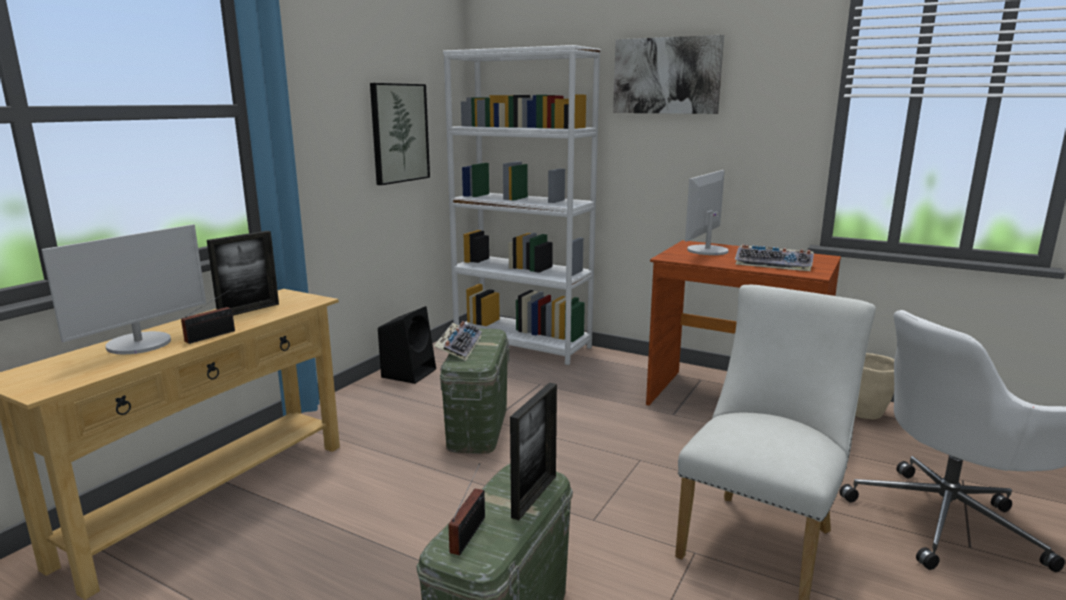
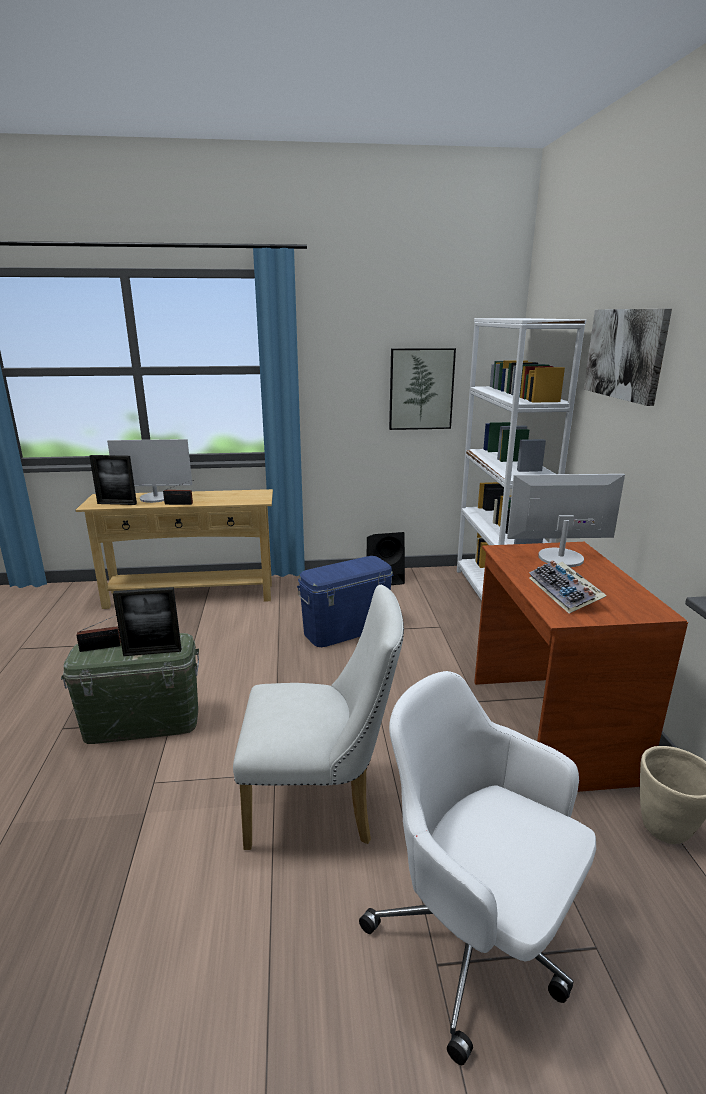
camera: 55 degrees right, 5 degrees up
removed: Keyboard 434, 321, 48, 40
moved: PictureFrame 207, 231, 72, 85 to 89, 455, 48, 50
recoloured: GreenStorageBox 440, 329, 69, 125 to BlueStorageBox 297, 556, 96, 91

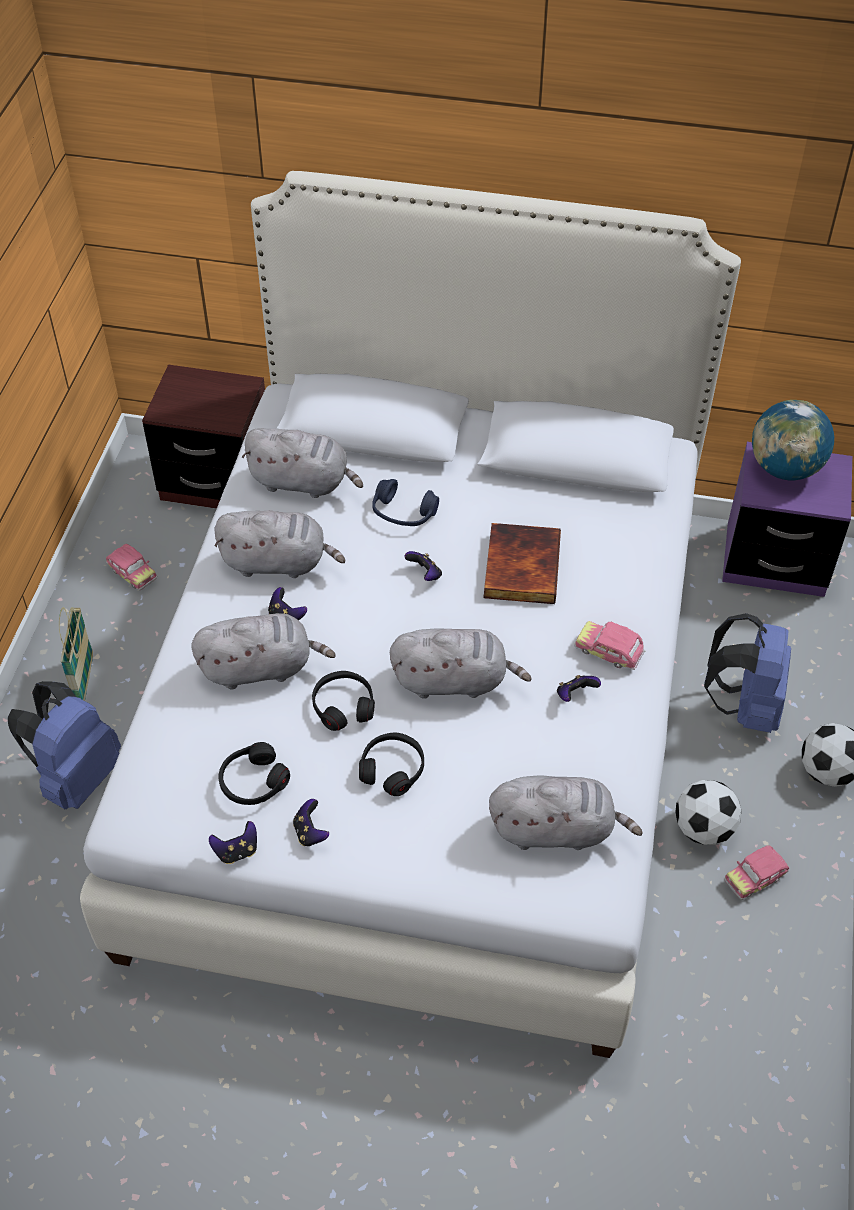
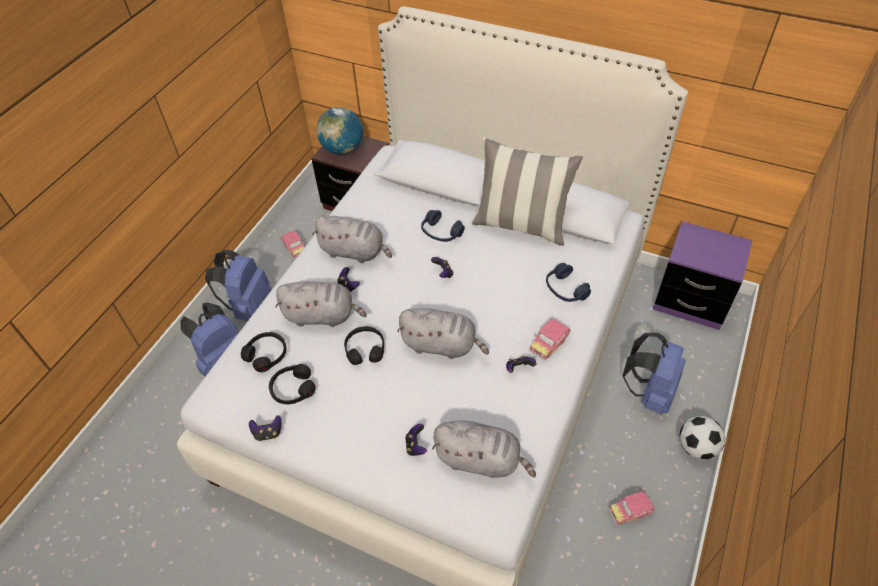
camera: 15 degrees right, 0 degrees up
removed: GreyPlushToy 242, 428, 121, 70; Book 483, 523, 78, 81; Football 676, 780, 65, 65
added: Pillow 471, 137, 112, 109; BlueHeadphones 546, 263, 45, 39
moved: GameController 293, 799, 36, 47 to 405, 424, 22, 32; BlackHeadphones 359, 733, 65, 63 to 241, 332, 45, 40; Globe 752, 400, 82, 80 to 316, 107, 47, 48
replaced: Basket 59, 607, 34, 94 to BlueBackpack 205, 250, 67, 71
turned: ToyCar 574, 621, 71, 49 = 529, 319, 41, 41 90 degrees counterclockwise

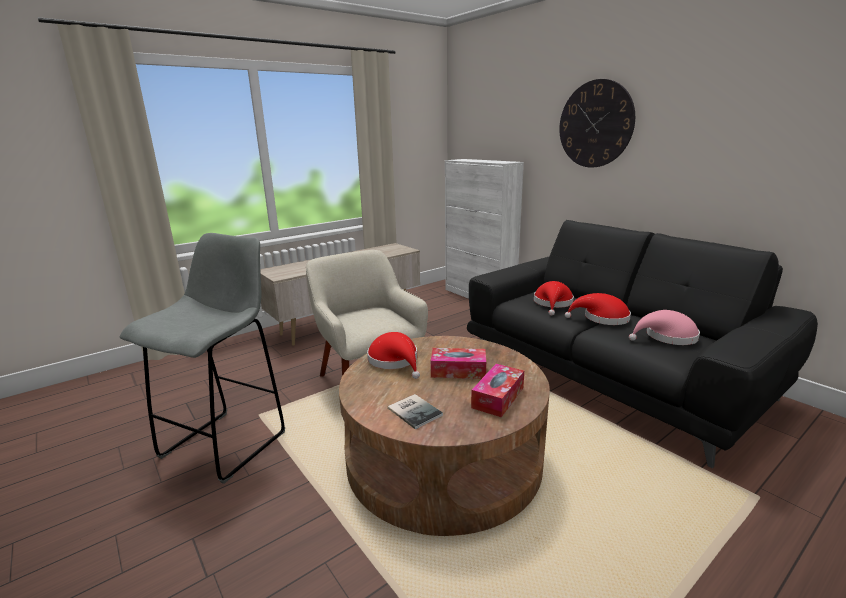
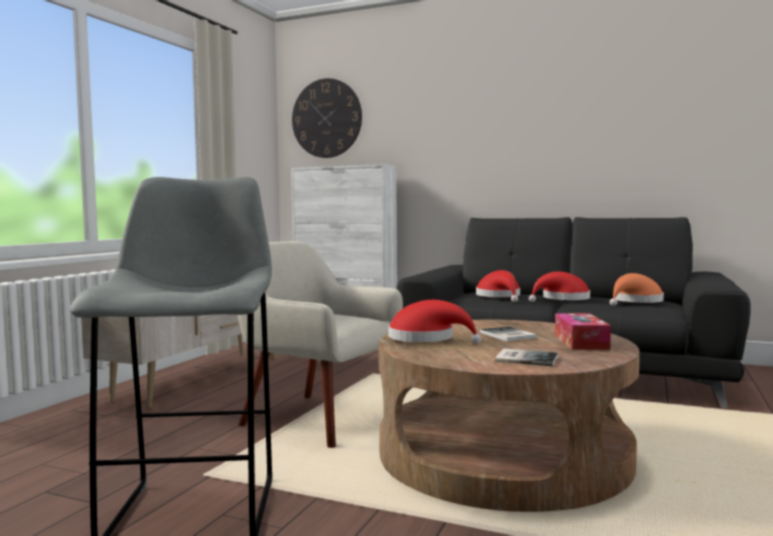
camera: 30 degrees left, 15 degrees down
moved: WallClock 559, 79, 76, 89 to 292, 78, 70, 80
replaced: TissueBox 431, 348, 55, 31 to Book 480, 327, 57, 14
recoloured: PinkHat 629, 310, 71, 35 to OrangeHat 610, 273, 54, 33

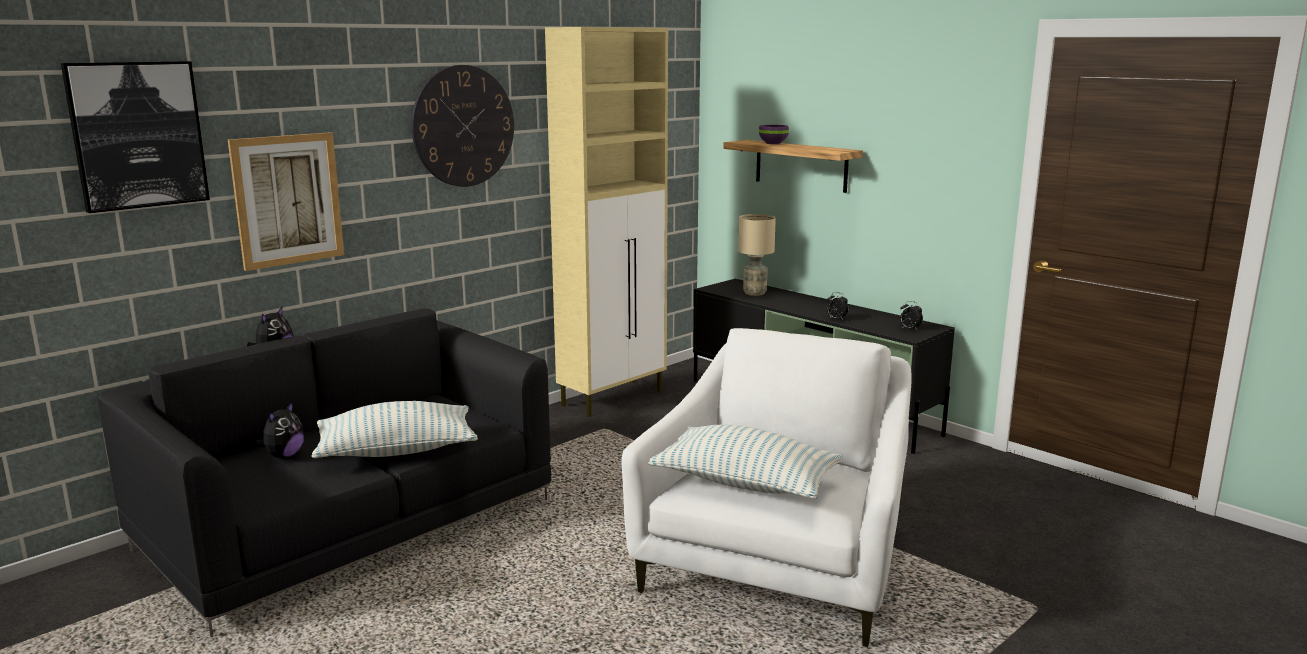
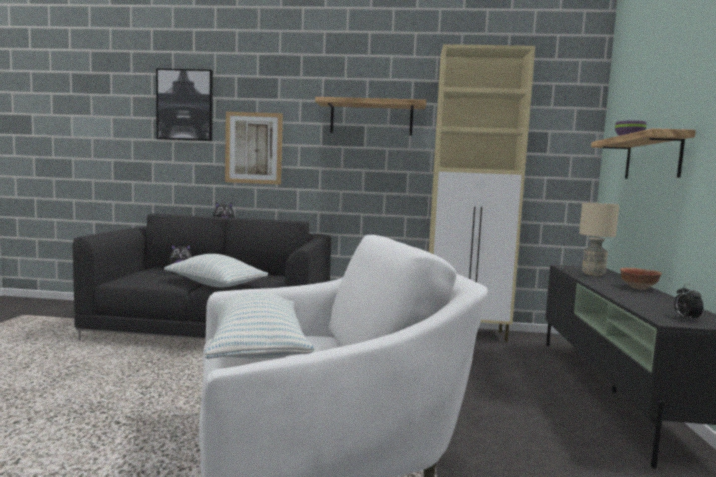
camera: 50 degrees right, 10 degrees down
removed: AlarmClock 827, 292, 21, 28
added: Bowl 620, 268, 42, 22
replaced: WallClock 411, 65, 103, 122 to Shelf 315, 97, 111, 39

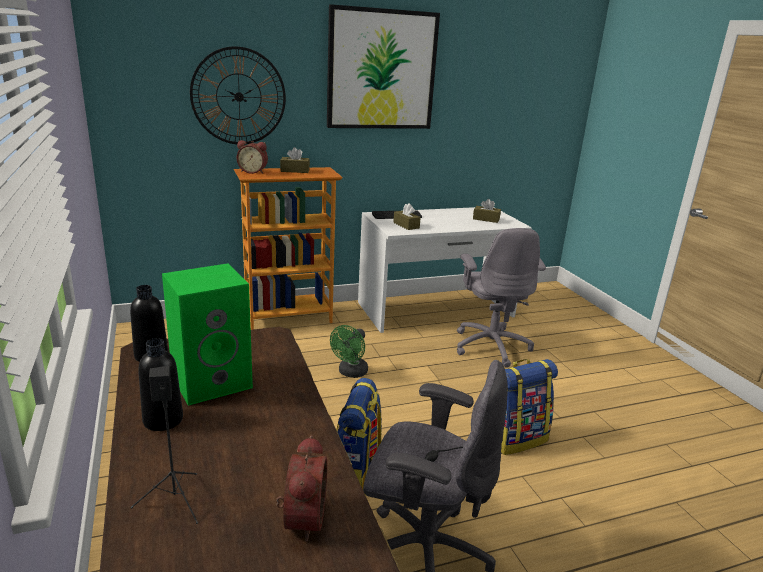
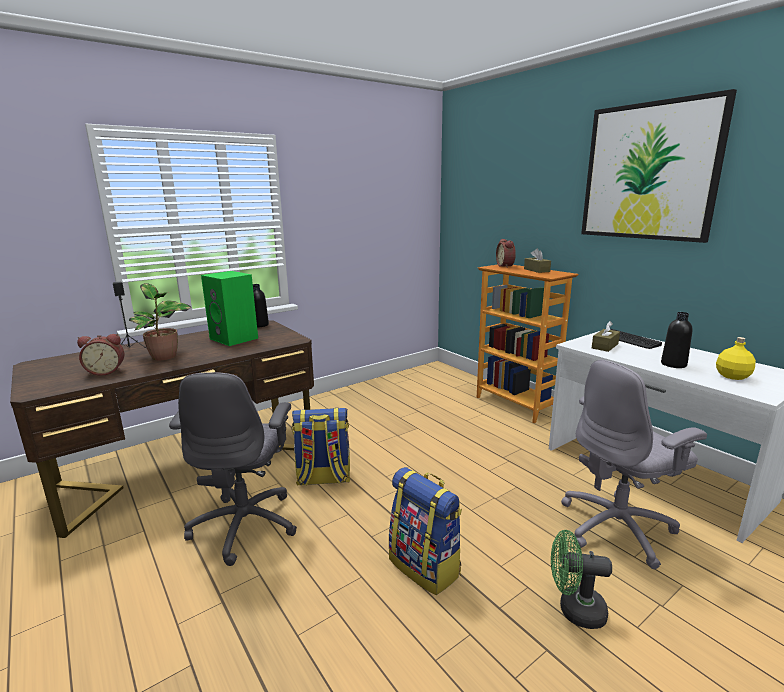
camera: 75 degrees right, 5 degrees down
removed: WallClock 190, 46, 96, 98
added: PottedPlant 129, 283, 62, 77
moved: BlackBottle 138, 338, 45, 93 to 661, 312, 31, 56; GreenFan 330, 325, 38, 53 to 551, 530, 61, 99
replaced: BrownTissueBox 473, 199, 28, 24 to YellowBottle 716, 337, 40, 43

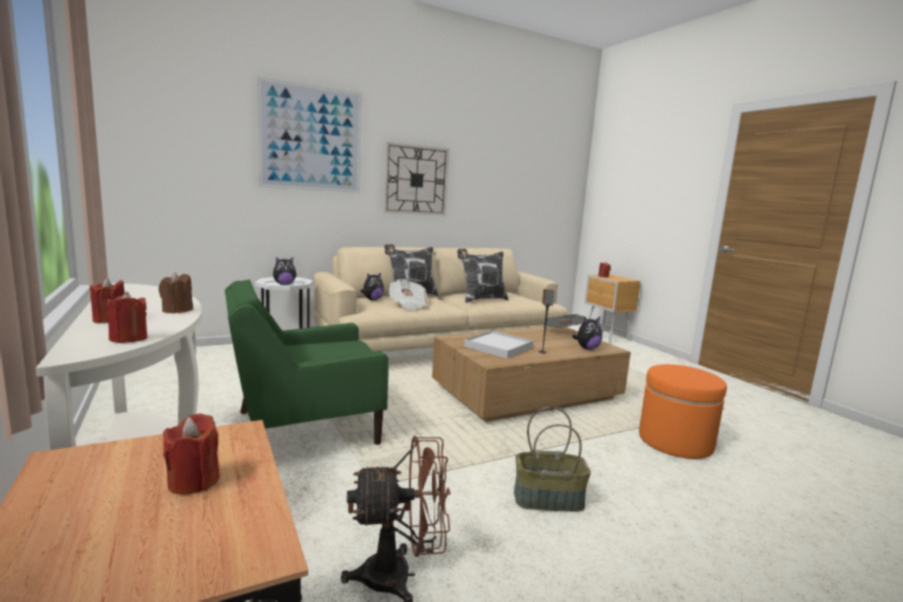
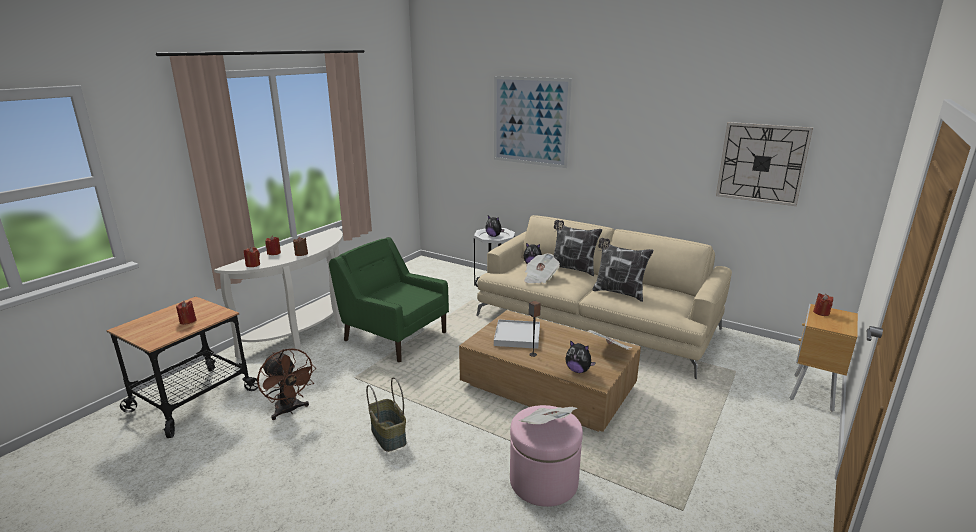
camera: 60 degrees right, 10 degrees up
added: Newspaper 519, 407, 59, 17
moved: WallClock 384, 142, 65, 74 to 716, 122, 97, 84
recoloured: OrangeOttoman 639, 364, 88, 95 to PinkOttoman 510, 405, 73, 102

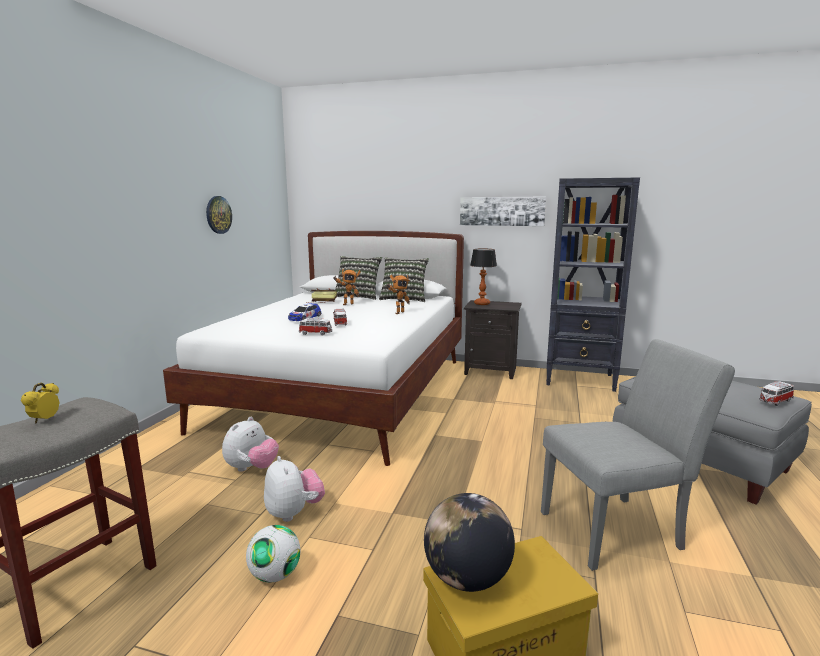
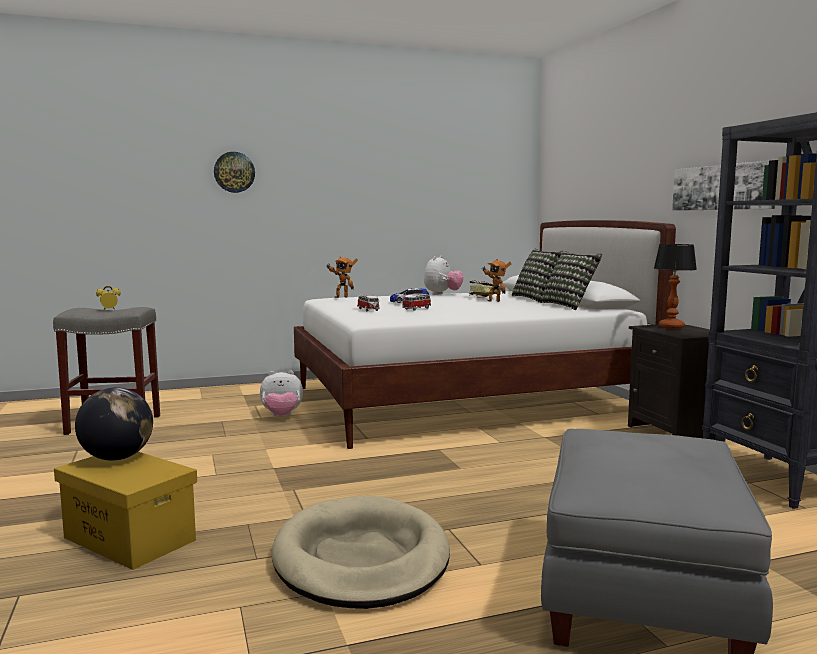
camera: 55 degrees right, 5 degrees down
removed: Football 246, 525, 54, 58; ToyCar 759, 381, 35, 25
moved: WallClock 206, 196, 26, 38 to 214, 152, 41, 41; PlushToy 264, 456, 61, 66 to 424, 256, 40, 39; ToyRobot 387, 275, 23, 39 to 327, 256, 31, 42
replaced: GreyChair 541, 339, 194, 232 to BeigeDogBed 272, 496, 178, 113

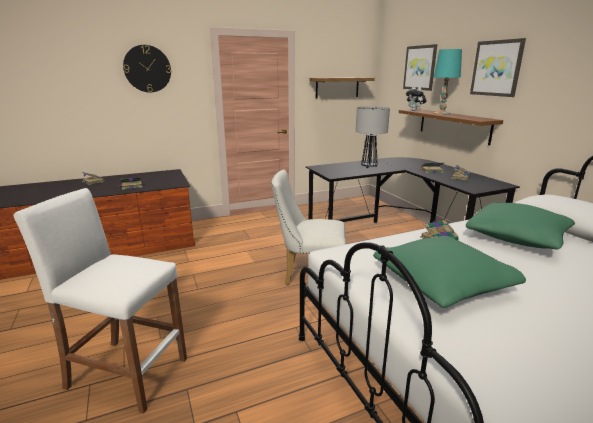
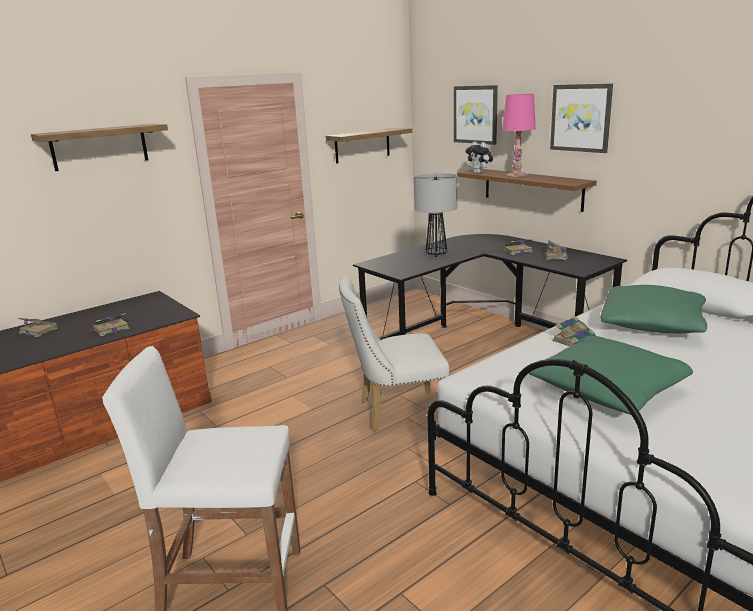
camera: 15 degrees left, 0 degrees up
replaced: WallClock 123, 45, 48, 47 to Shelf 31, 123, 137, 48
recoloured: TurquoiseTableLamp 434, 49, 28, 66 to PinkTableLamp 502, 94, 34, 83

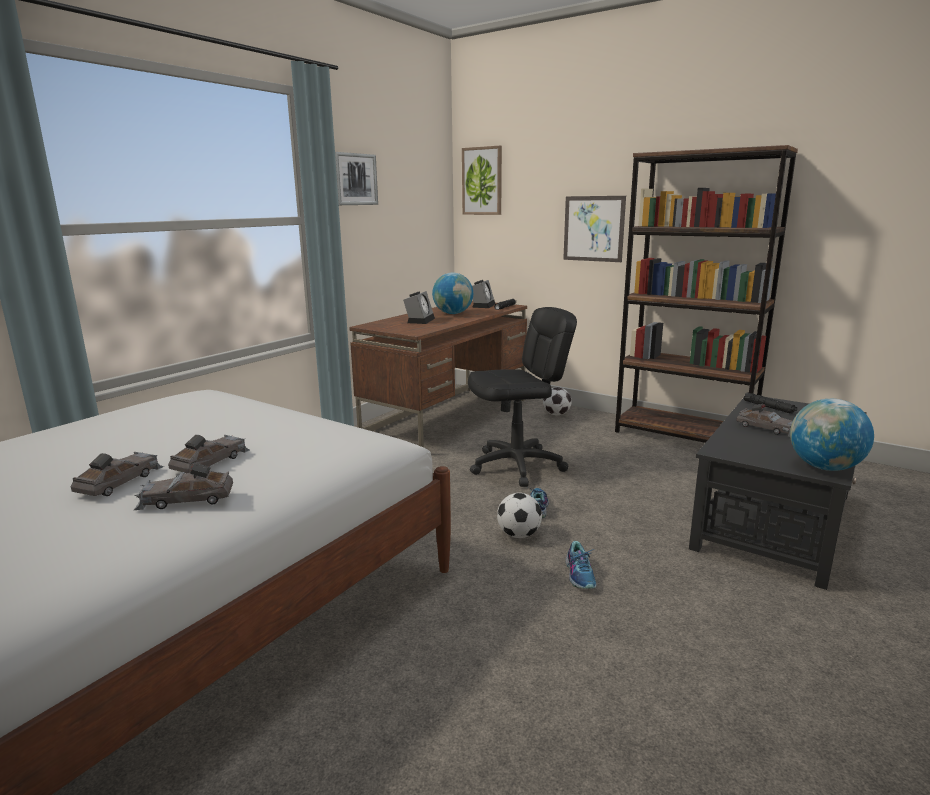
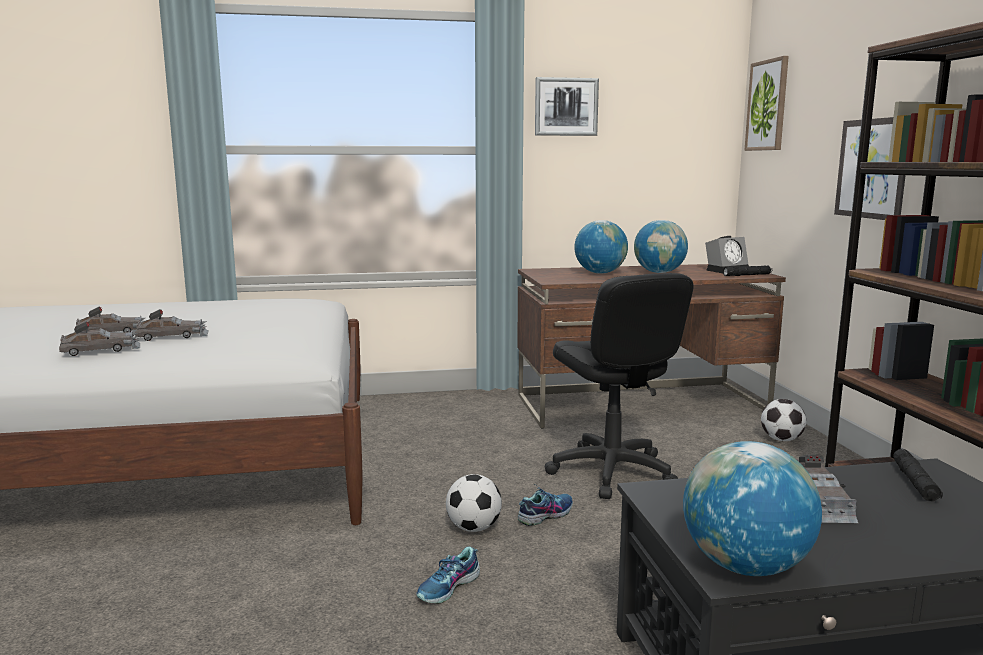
camera: 45 degrees right, 5 degrees down
replaced: AlarmClock 403, 291, 32, 33 to Globe 574, 220, 54, 54
turned: GreyToyCar 134, 463, 99, 47 = 59, 322, 81, 34 120 degrees clockwise; BlackOfficeChair 468, 307, 109, 180 = 545, 273, 149, 226 45 degrees clockwise

